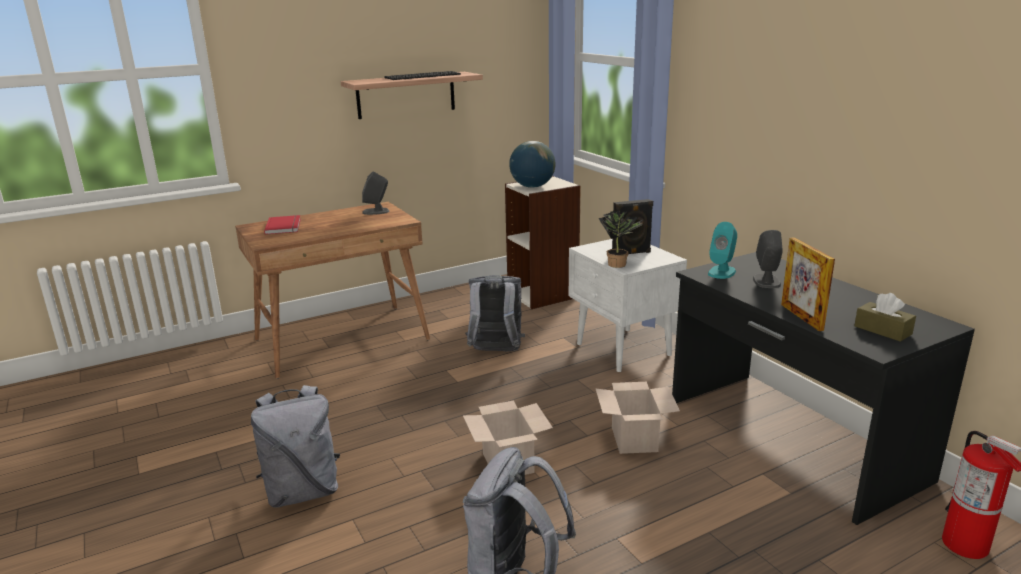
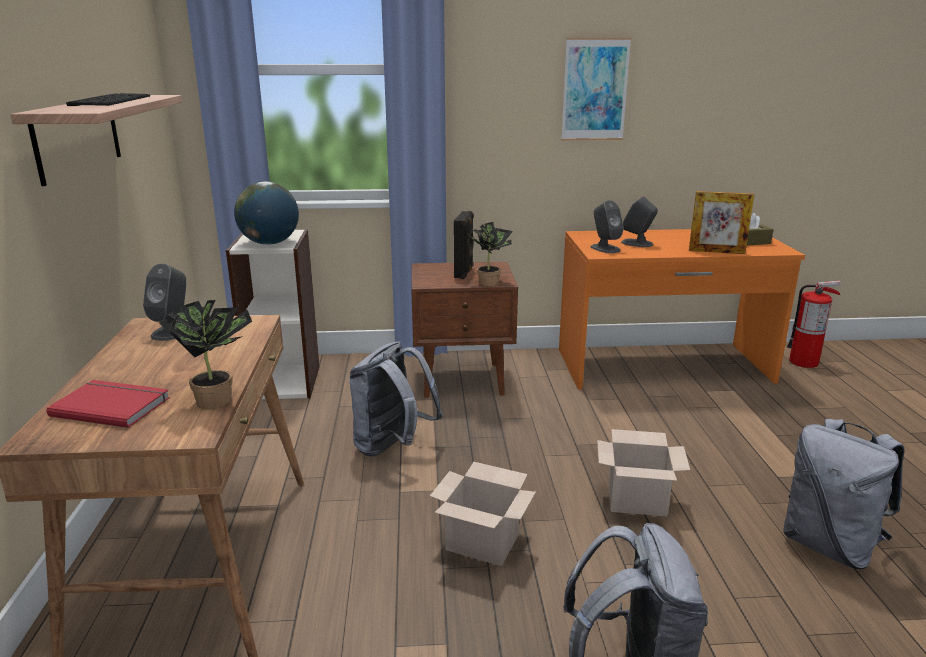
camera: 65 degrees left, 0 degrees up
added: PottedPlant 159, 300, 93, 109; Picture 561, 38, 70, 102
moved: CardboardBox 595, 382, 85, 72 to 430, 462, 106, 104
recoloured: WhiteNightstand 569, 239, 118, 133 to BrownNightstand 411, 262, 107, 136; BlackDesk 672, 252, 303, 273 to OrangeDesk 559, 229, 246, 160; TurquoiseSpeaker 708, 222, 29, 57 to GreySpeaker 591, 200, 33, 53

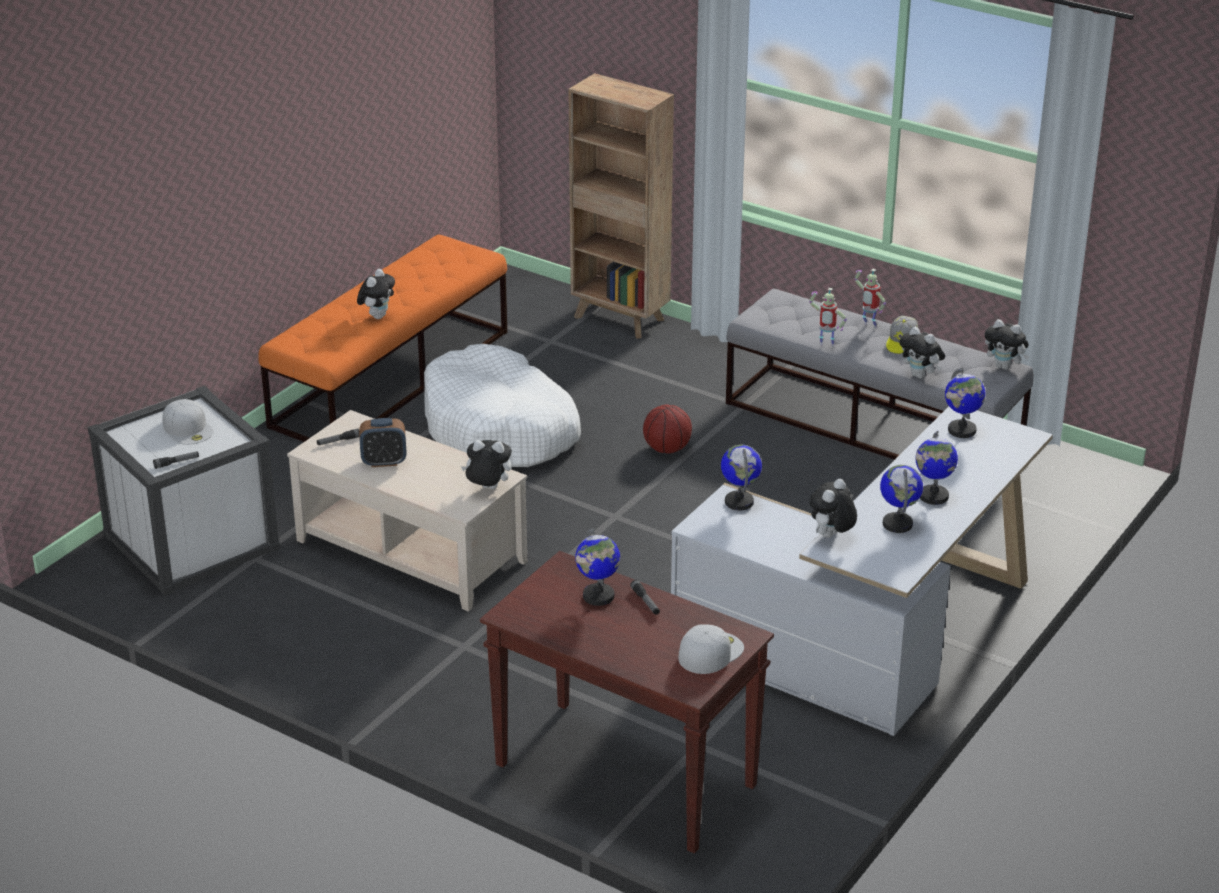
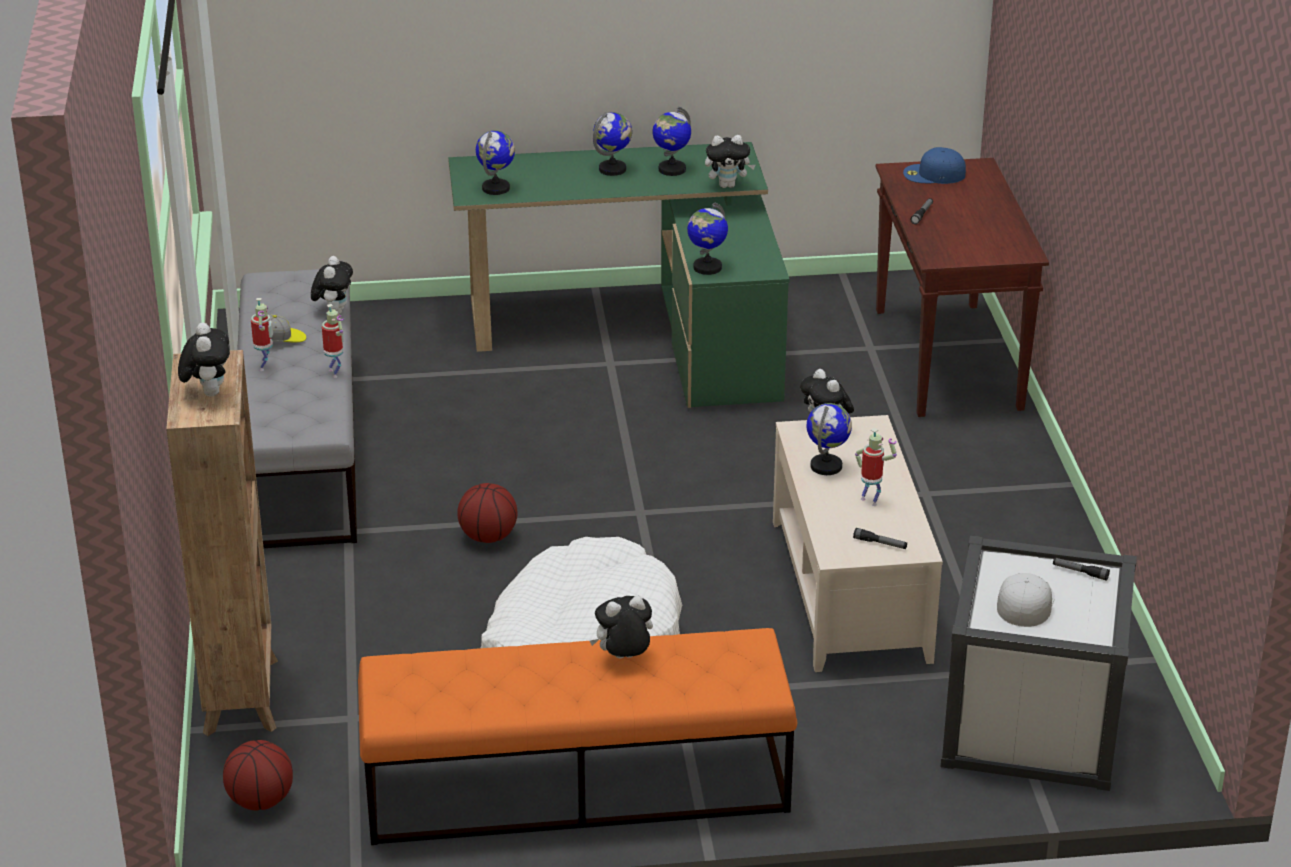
camera: 130 degrees left, 0 degrees up
added: Basketball 223, 740, 70, 70
moved: Globe 575, 528, 45, 78 to 807, 403, 45, 72; PlushToy 985, 319, 45, 51 to 178, 322, 52, 74
replaced: AlarmClock 359, 418, 47, 49 to ToyRobot 855, 428, 42, 78
recoloured: WhiteDesk 671, 406, 382, 330 to GreenDesk 448, 142, 342, 266; WhiteCap 679, 624, 65, 50 to BlueCap 903, 147, 63, 37

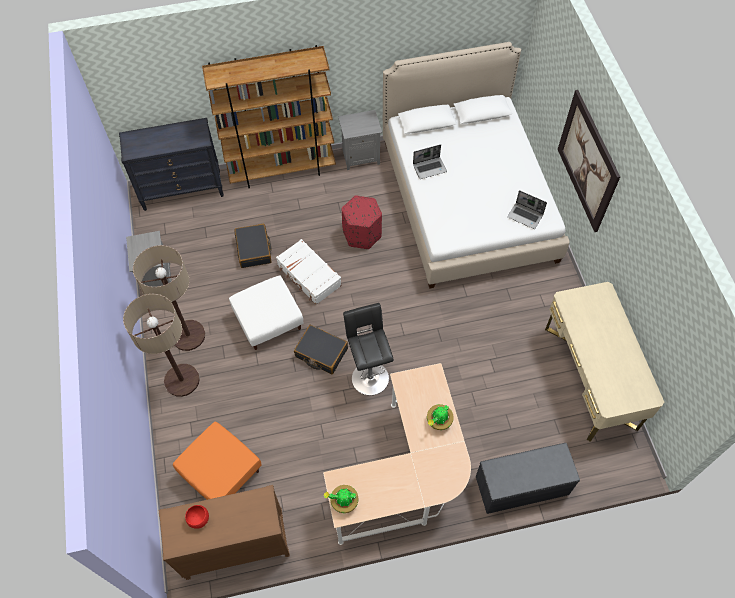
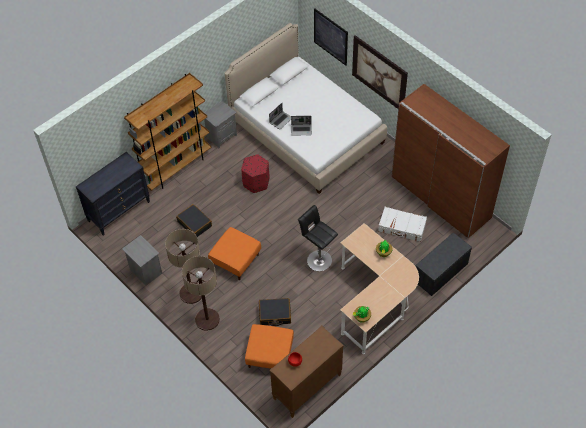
camera: 30 degrees left, 5 degrees down
added: Picture 314, 8, 34, 58
moved: WhiteSuitcase 276, 239, 66, 66 to 378, 207, 49, 35; BlackSuitcase 294, 325, 54, 49 to 259, 298, 32, 28; Laptop 507, 190, 40, 39 to 291, 116, 21, 20
replaced: BeigeDesk 545, 282, 119, 160 to BrownWardrobe 392, 84, 118, 154
recoloured: WhiteOttoman 229, 276, 74, 74 to OrangeOttoman 208, 227, 53, 53

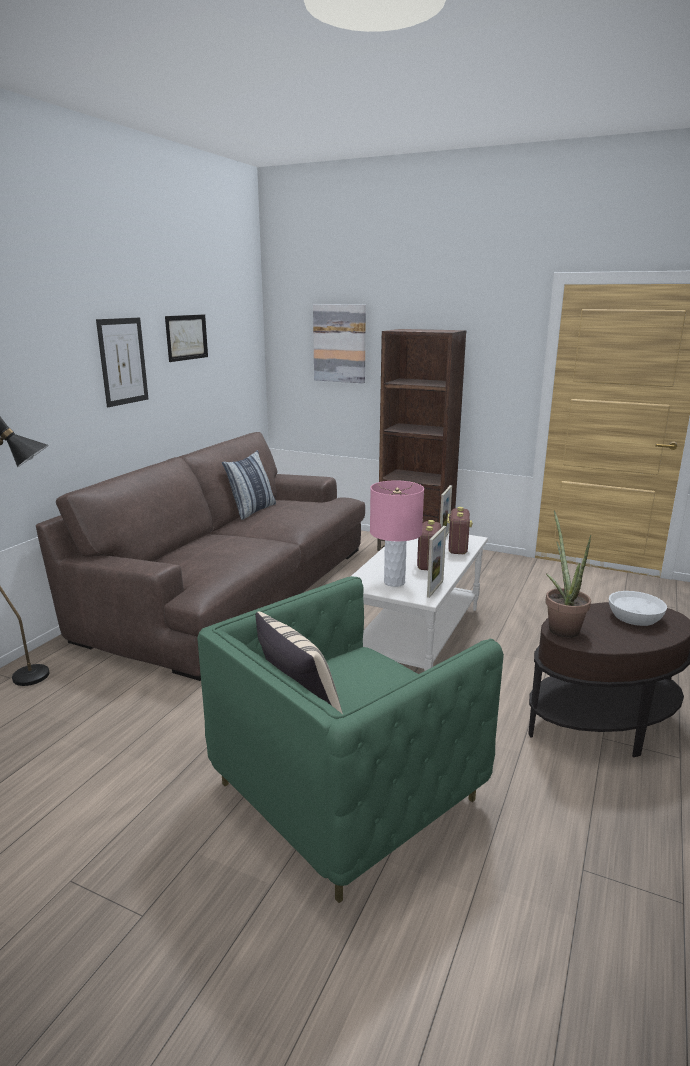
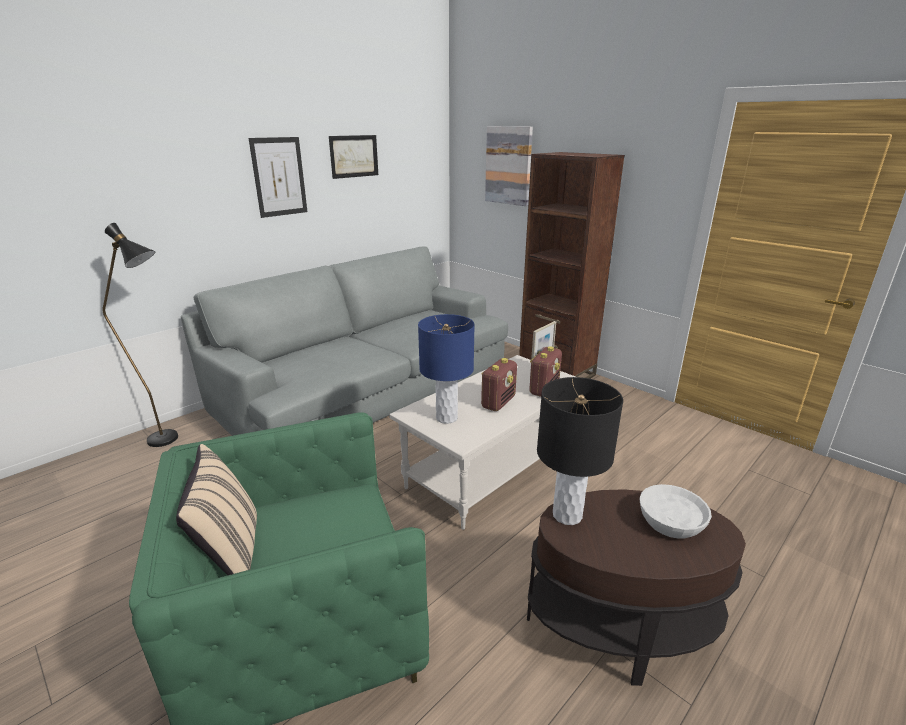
camera: 20 degrees right, 5 degrees up
removed: Pillow 222, 450, 54, 70; PictureFrame 427, 526, 19, 72
replaced: PottedPlant 545, 510, 46, 128 to BlackTableLamp 537, 377, 86, 148
recoloured: BrownSofa 36, 432, 329, 249 to GreySofa 181, 246, 327, 190; PinkTableLamp 370, 480, 54, 107 to BlueTableLamp 418, 314, 57, 110

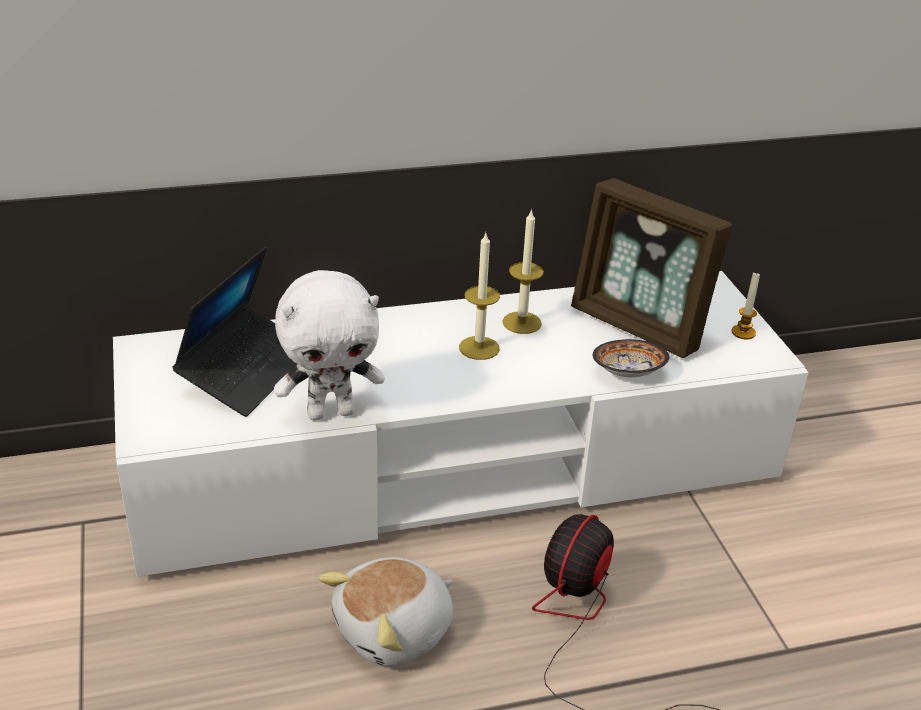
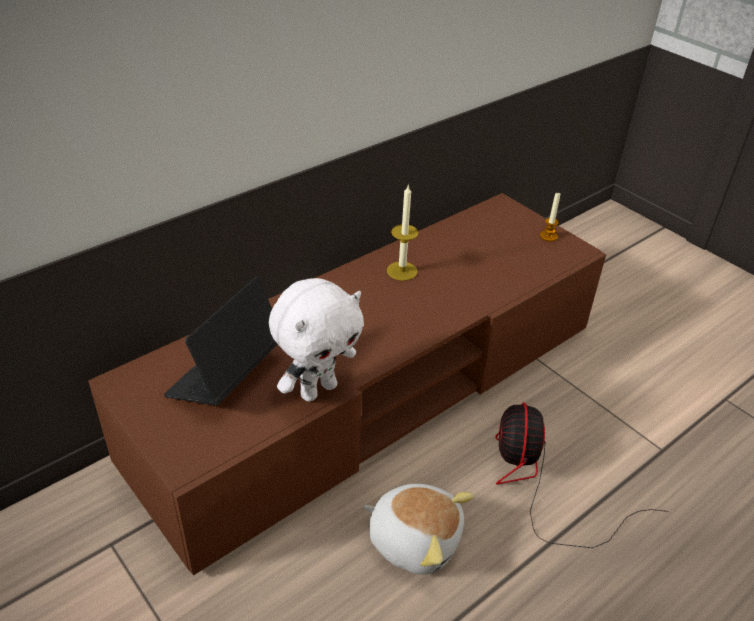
camera: 25 degrees left, 5 degrees up
removed: Candle 459, 233, 41, 127; PictureFrame 571, 178, 162, 180; Bowl 593, 339, 76, 38
recoloured: WhiteTvStand 113, 271, 696, 306 to BrownTvStand 88, 193, 518, 382
turned: Laptop 172, 247, 125, 170 = 163, 276, 115, 129 150 degrees counterclockwise; PlushToy 319, 557, 134, 110 = 363, 484, 111, 91 90 degrees counterclockwise

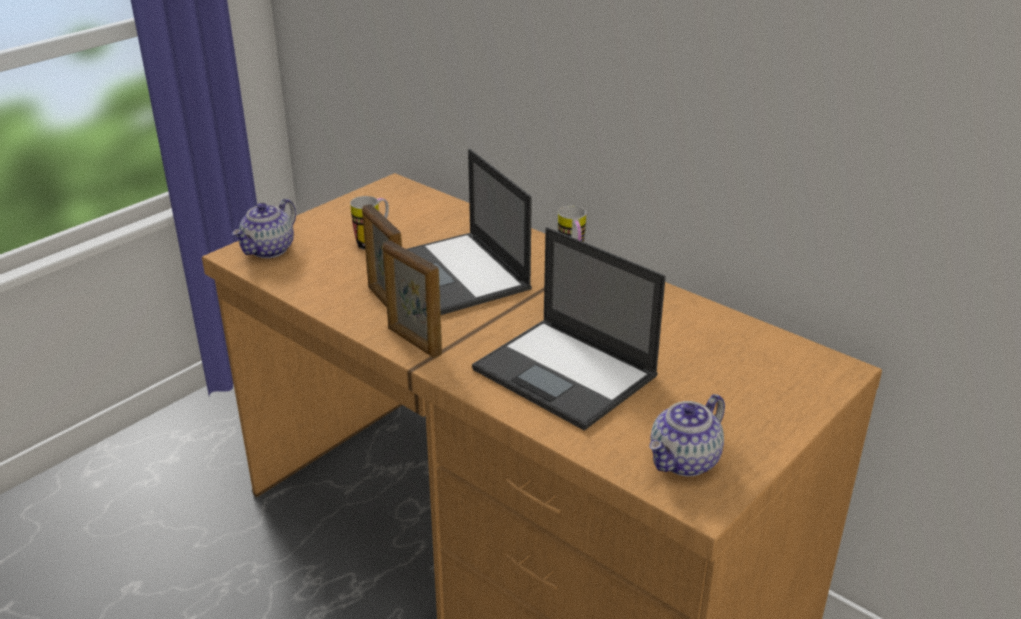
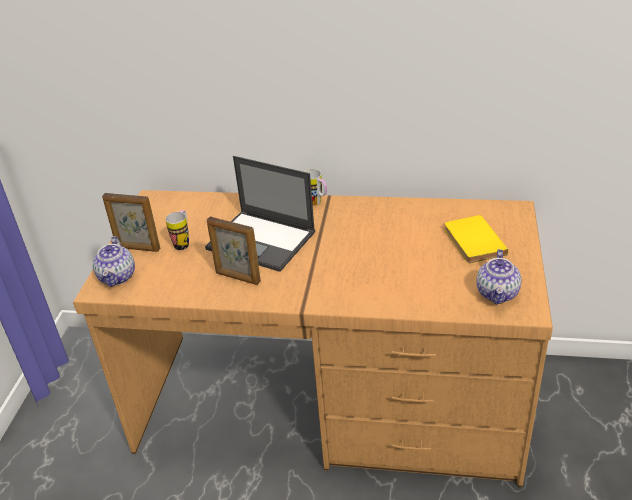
camera: 30 degrees left, 5 degrees up
removed: Laptop 472, 227, 194, 204
added: YellowBook 444, 215, 64, 49
moved: PictureFrame 383, 241, 59, 117 to 102, 193, 58, 59

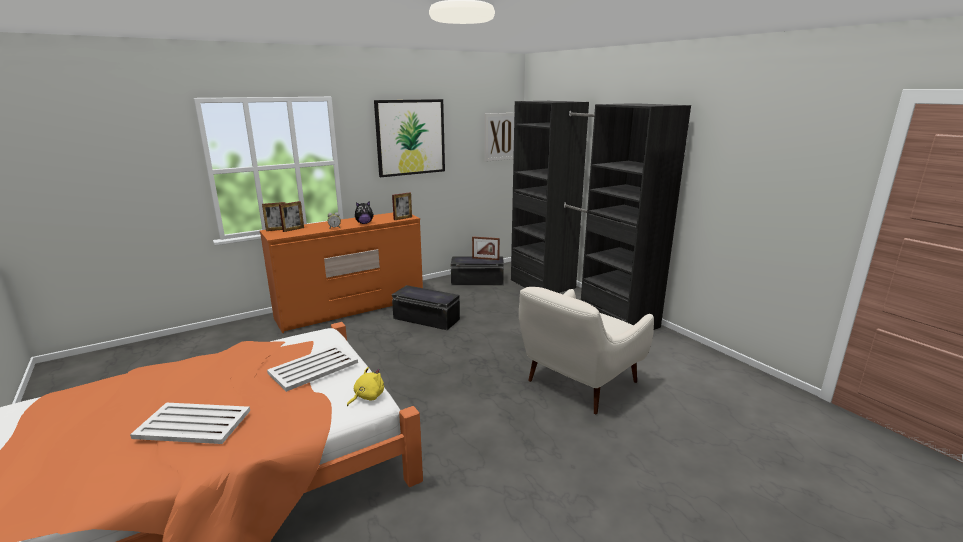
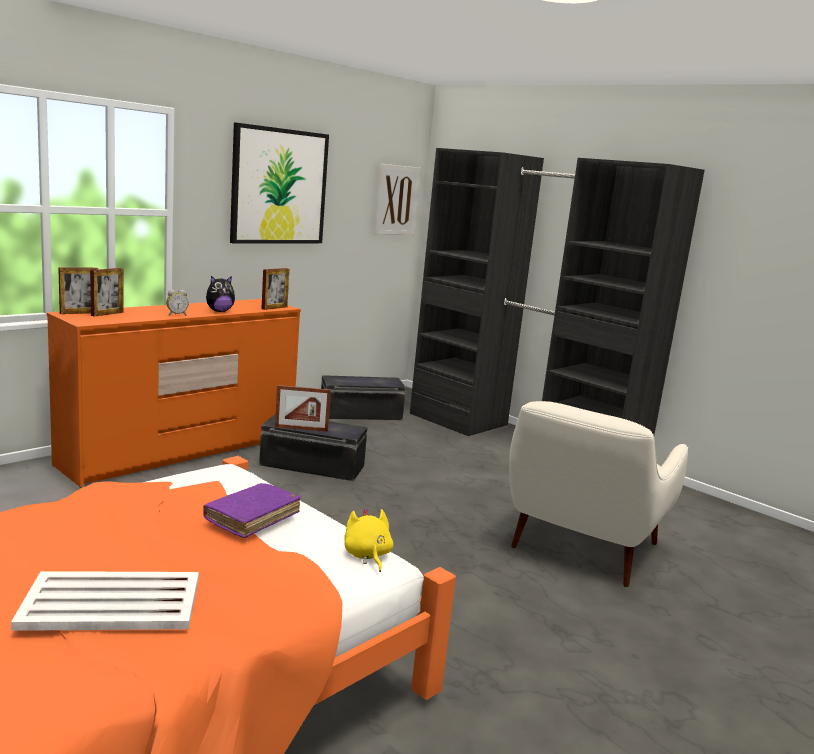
camera: 15 degrees left, 5 degrees down
moved: PictureFrame 472, 236, 28, 24 to 275, 385, 56, 47
replaced: WhiteTray 267, 345, 91, 47 to PurpleBook 203, 483, 98, 55
turned: YellowPlushToy 347, 367, 37, 39 = 344, 508, 49, 64 45 degrees counterclockwise

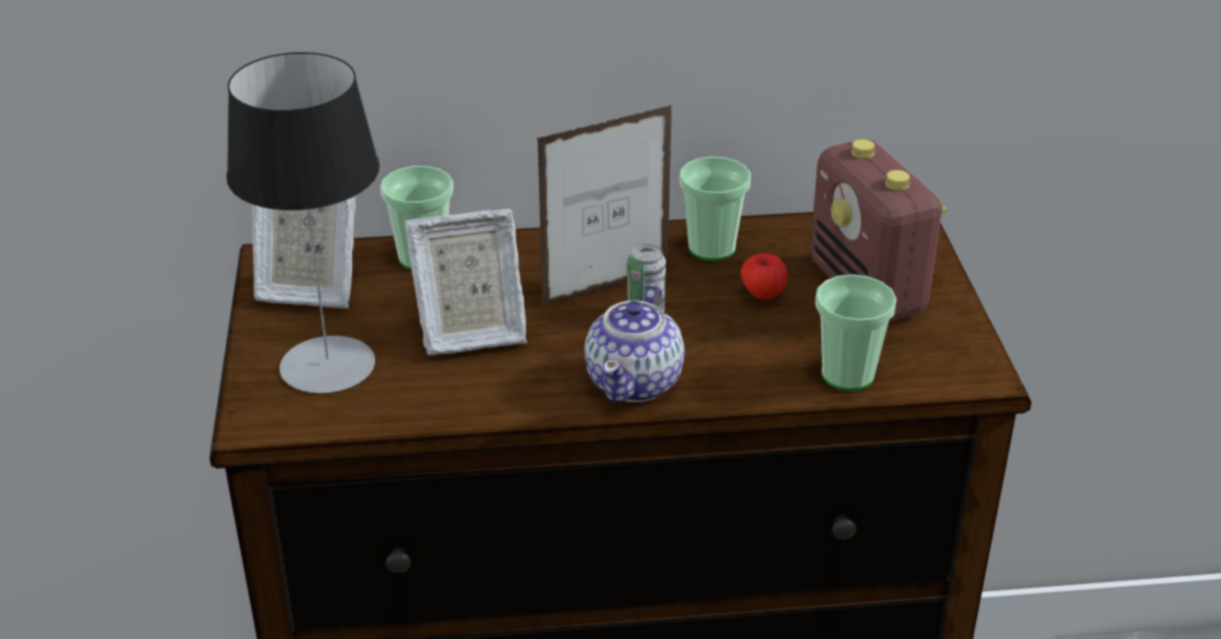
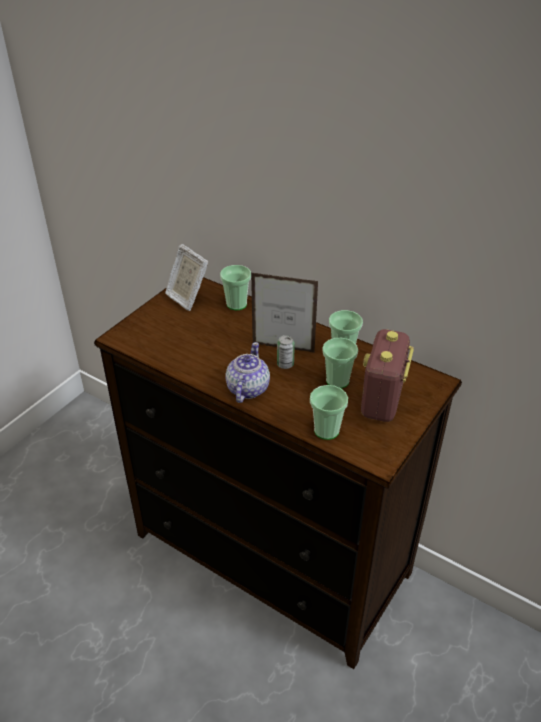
camera: 40 degrees right, 5 degrees up
removed: TableLamp 227, 52, 153, 341; PictureFrame 404, 209, 123, 147
replaced: Apple 741, 253, 47, 47 to Cup 322, 338, 36, 51
turned: Teapot 584, 284, 101, 119 = 225, 342, 45, 61 135 degrees clockwise

